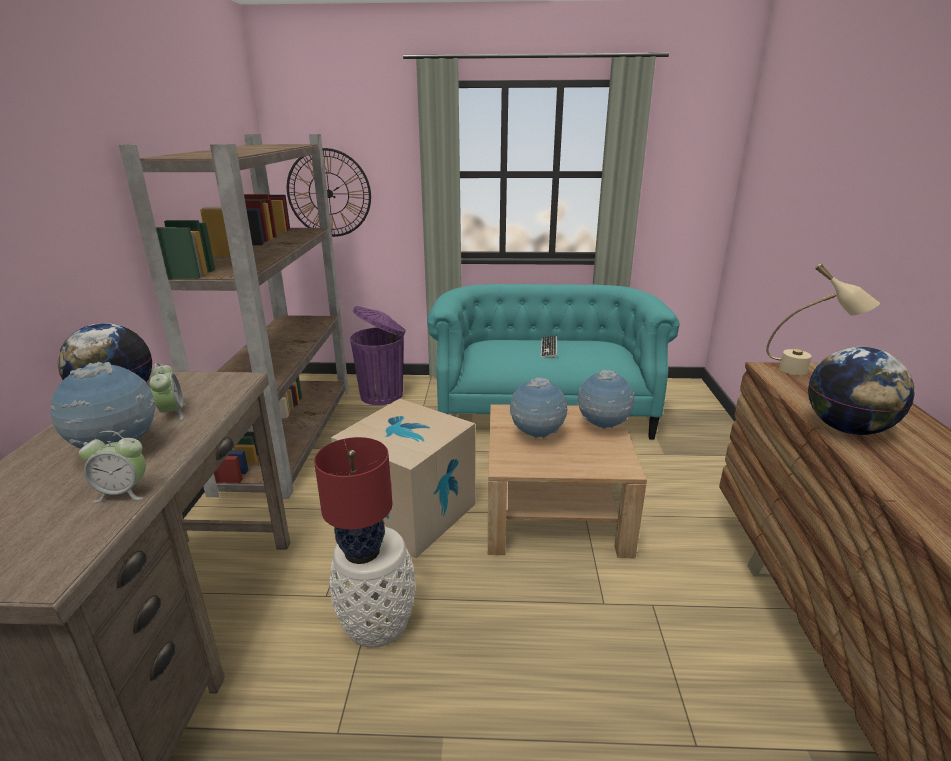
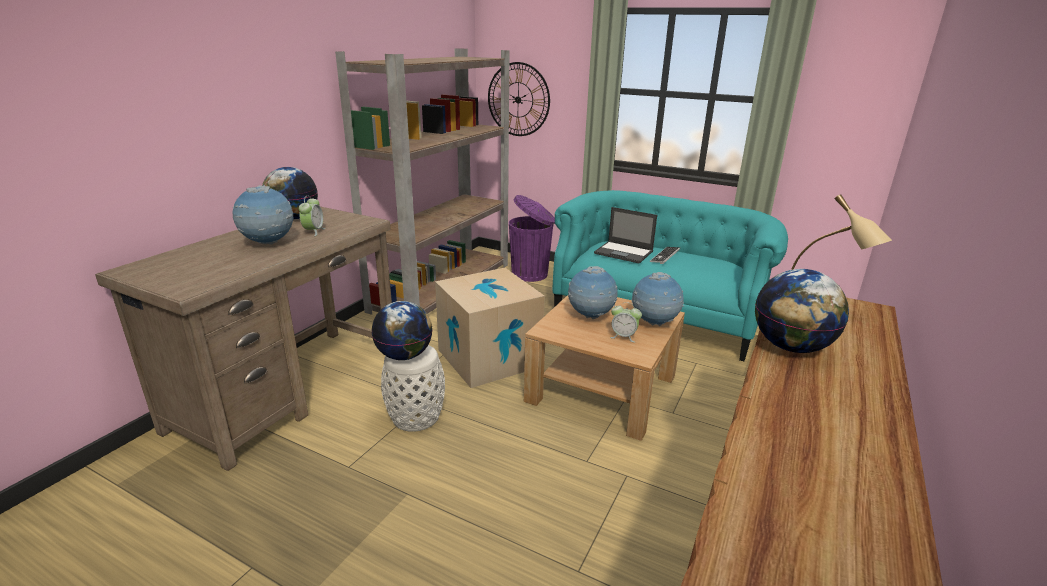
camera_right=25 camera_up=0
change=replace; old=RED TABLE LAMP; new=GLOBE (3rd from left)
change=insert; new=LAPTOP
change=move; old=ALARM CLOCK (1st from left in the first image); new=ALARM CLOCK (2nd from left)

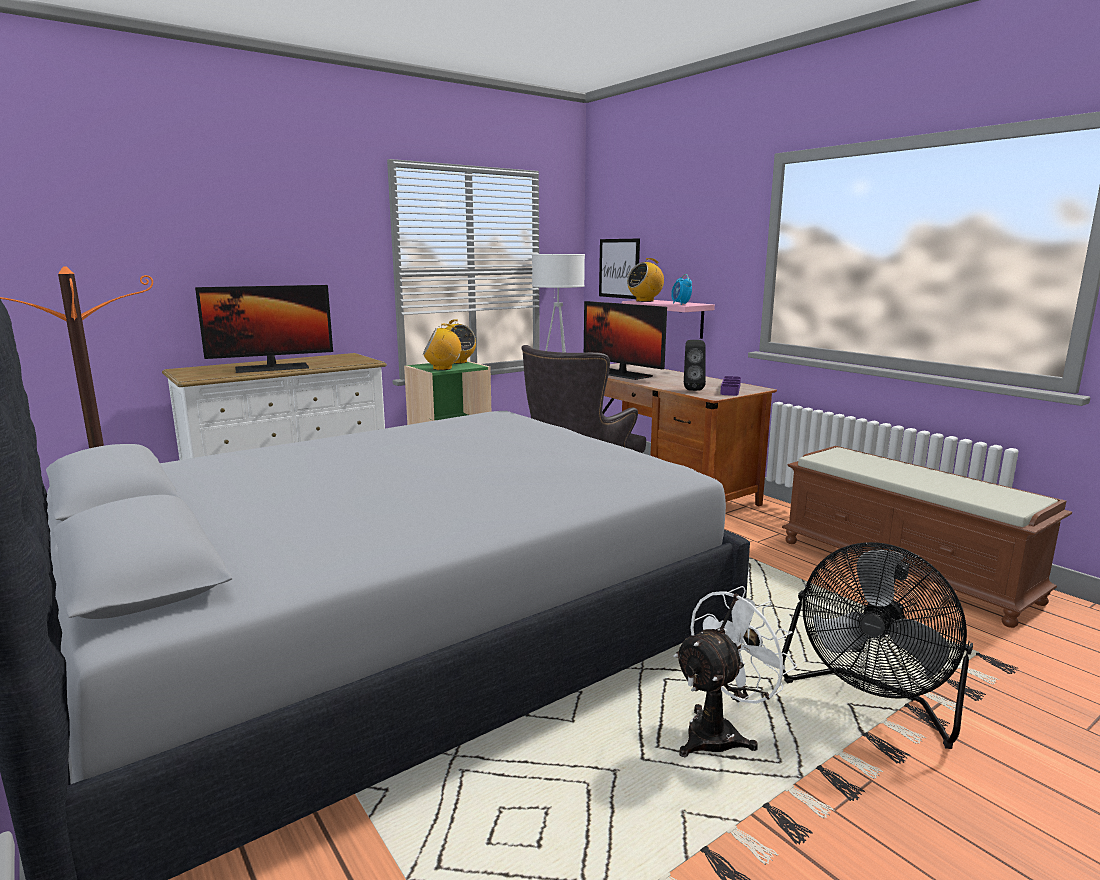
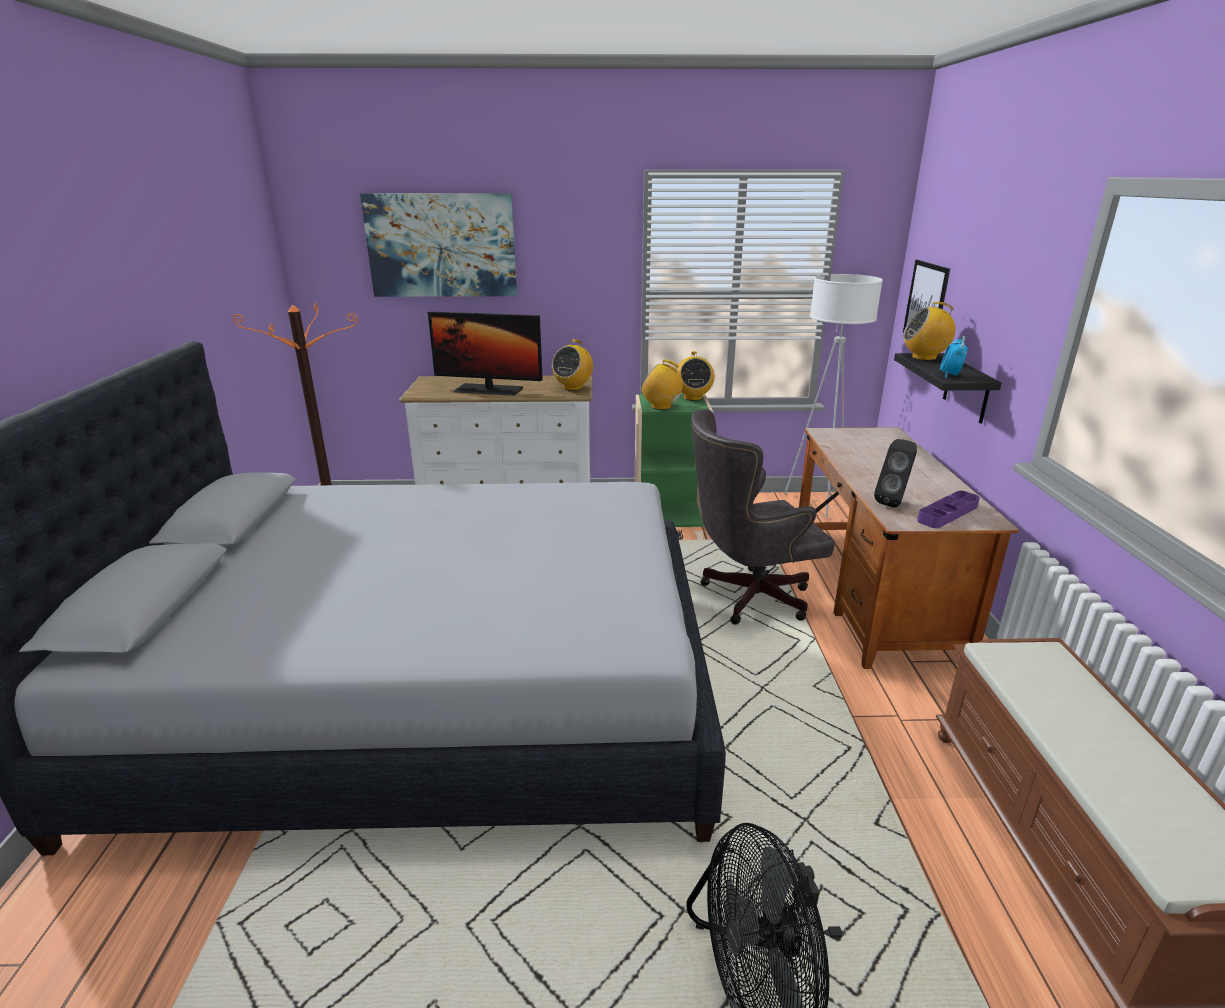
camera_right=35 camera_up=10
change=insert; new=PICTURE (1st from left)
change=insert; new=RADIO (1st from left)
change=recolor; old=PINK SHELF; new=BLACK SHELF
change=delete; old=MONITOR (2nd from left)
change=delete; old=WHITE FAN

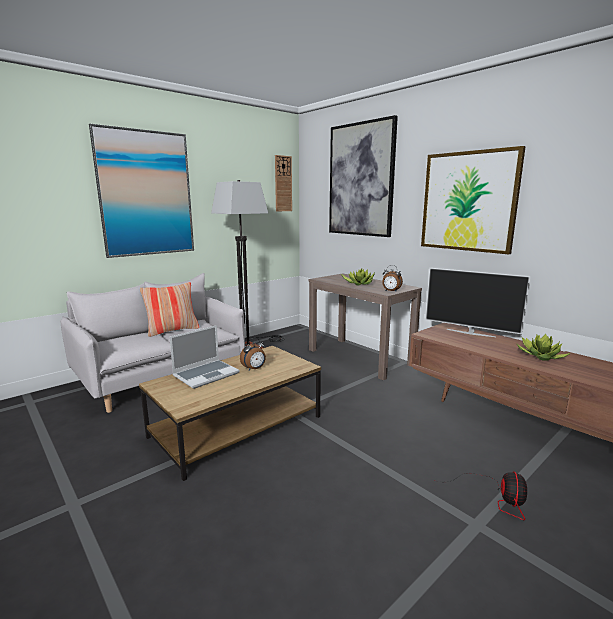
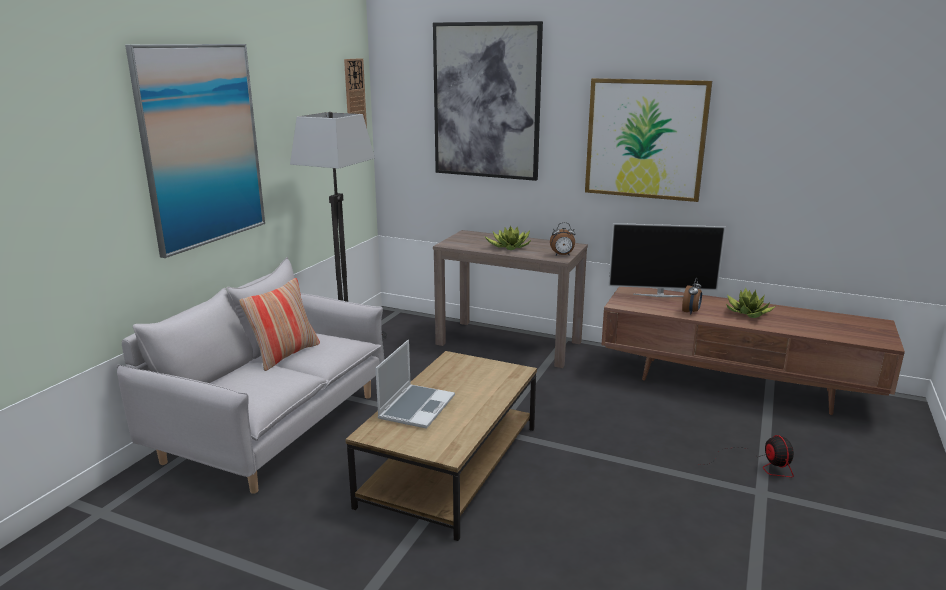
camera_right=-25 camera_up=5
change=move; old=ALARM CLOCK (1st from left in the first image); new=ALARM CLOCK (2nd from left)

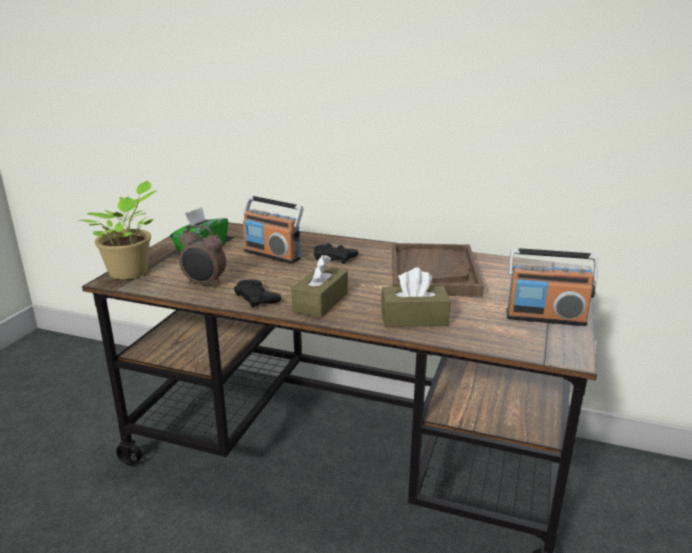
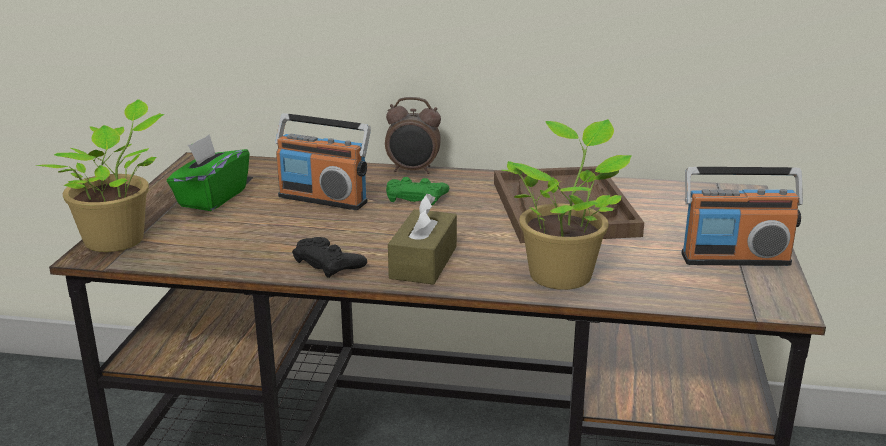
camera_right=-10 camera_up=0
change=move; old=ALARM CLOCK
change=recolor; old=BLACK GAME CONTROLLER (2nd from left); new=GREEN GAME CONTROLLER
change=replace; old=BROWN TISSUE BOX (2nd from left); new=POTTED PLANT (2nd from left)

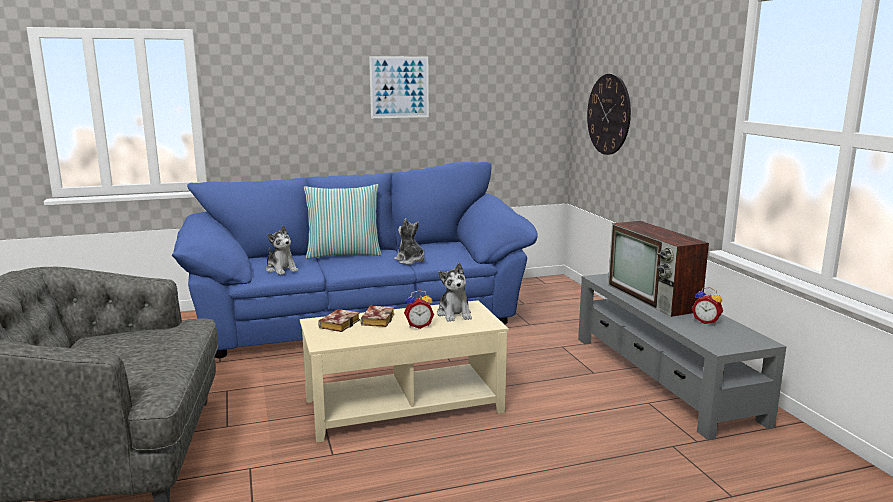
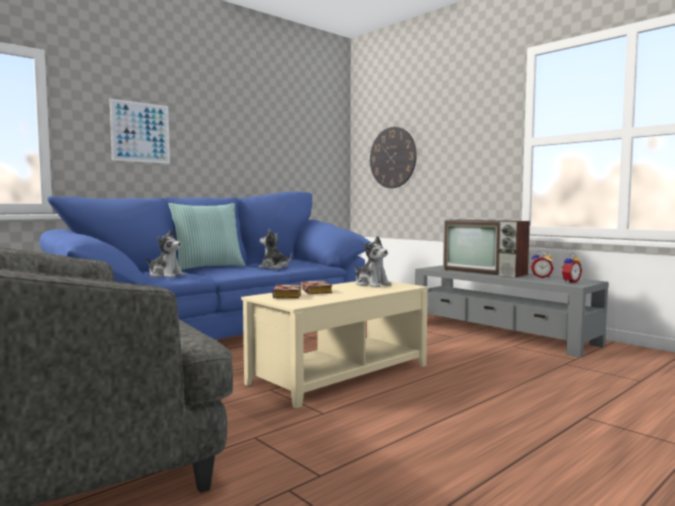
camera_right=-25 camera_up=-10
change=move; old=PICTURE
change=move; old=ALARM CLOCK (1st from left in the first image); new=ALARM CLOCK (2nd from left)

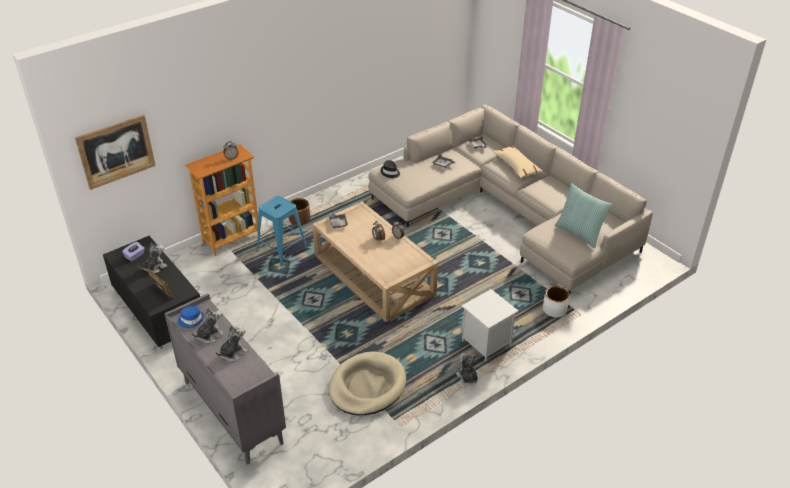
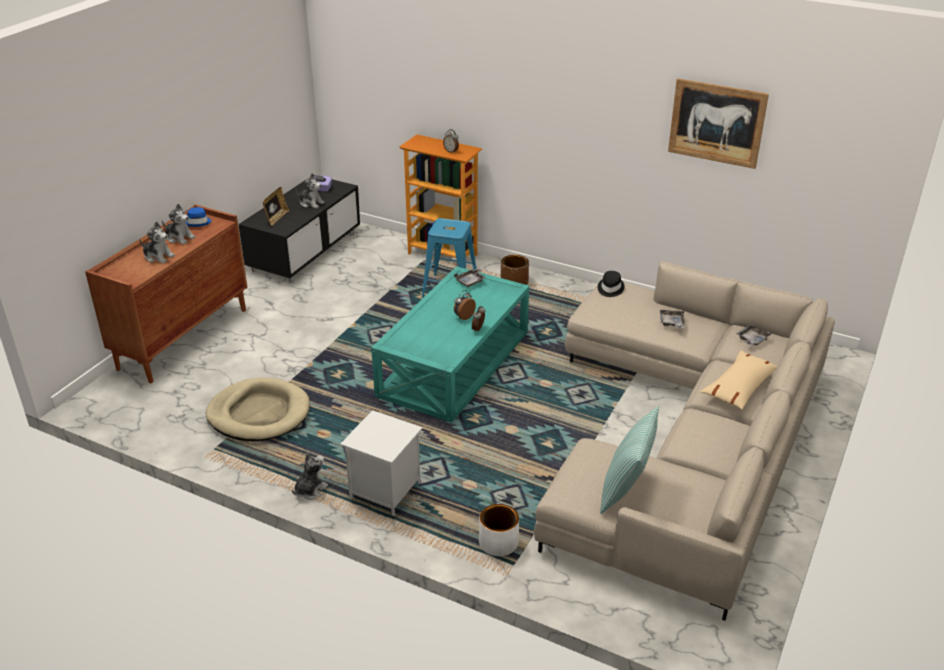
camera_right=65 camera_up=-5
change=recolor; old=GREY CABINET; new=BROWN CABINET
change=recolor; old=BEIGE COFFEE TABLE; new=TURQUOISE COFFEE TABLE
change=move; old=PICTURE

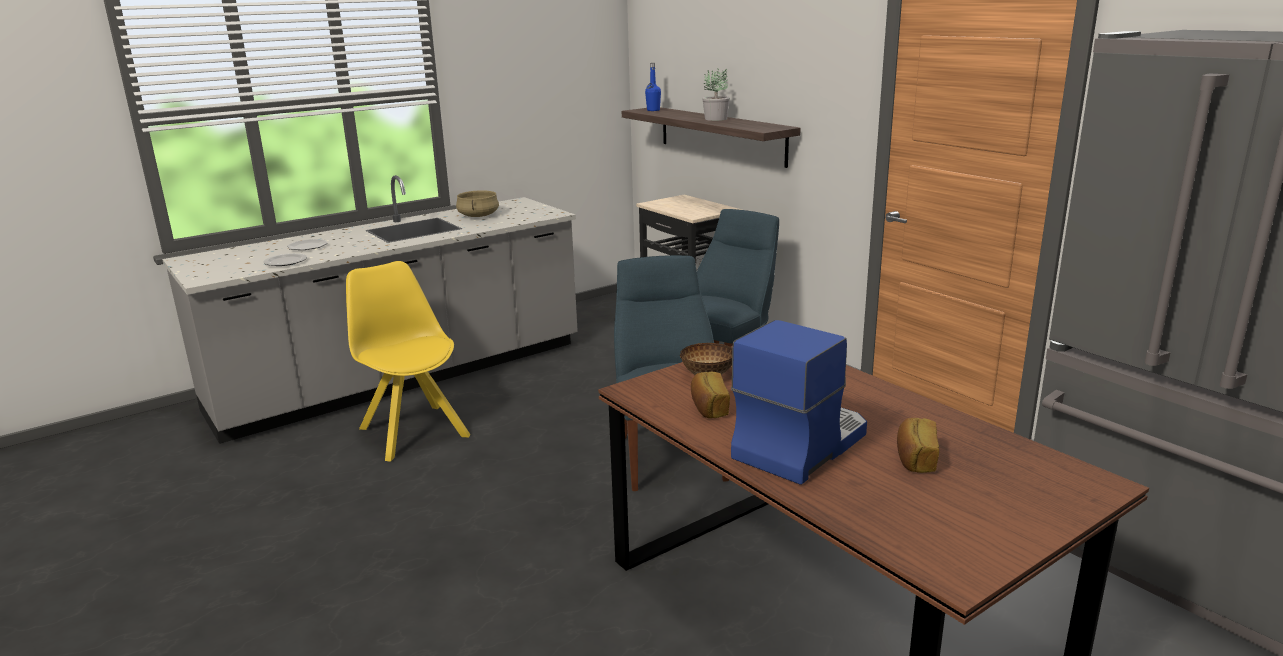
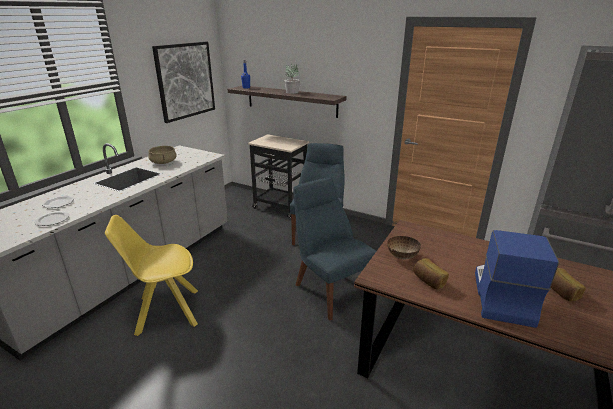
camera_right=-25 camera_up=5
change=rotate; old=YELLOW CHAIR; degrees=-45
change=insert; new=PICTURE

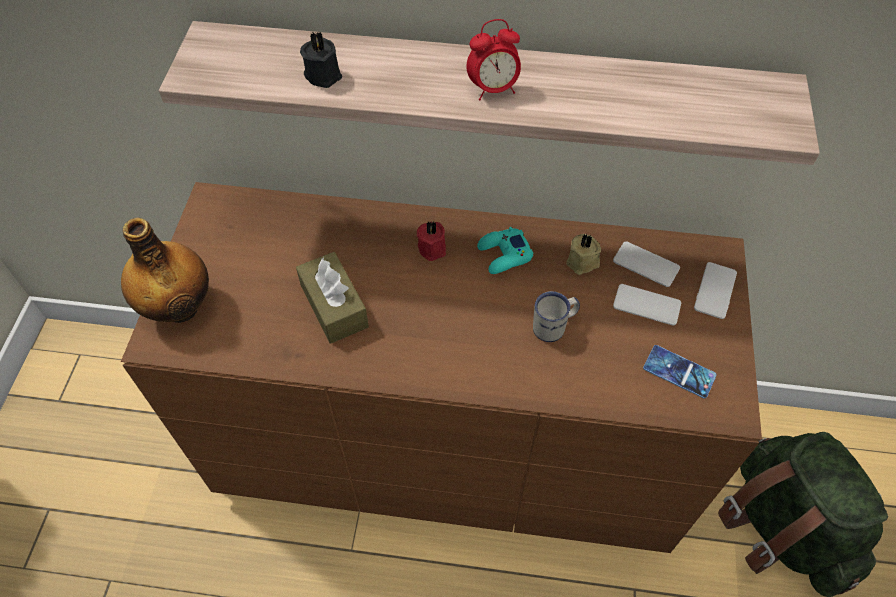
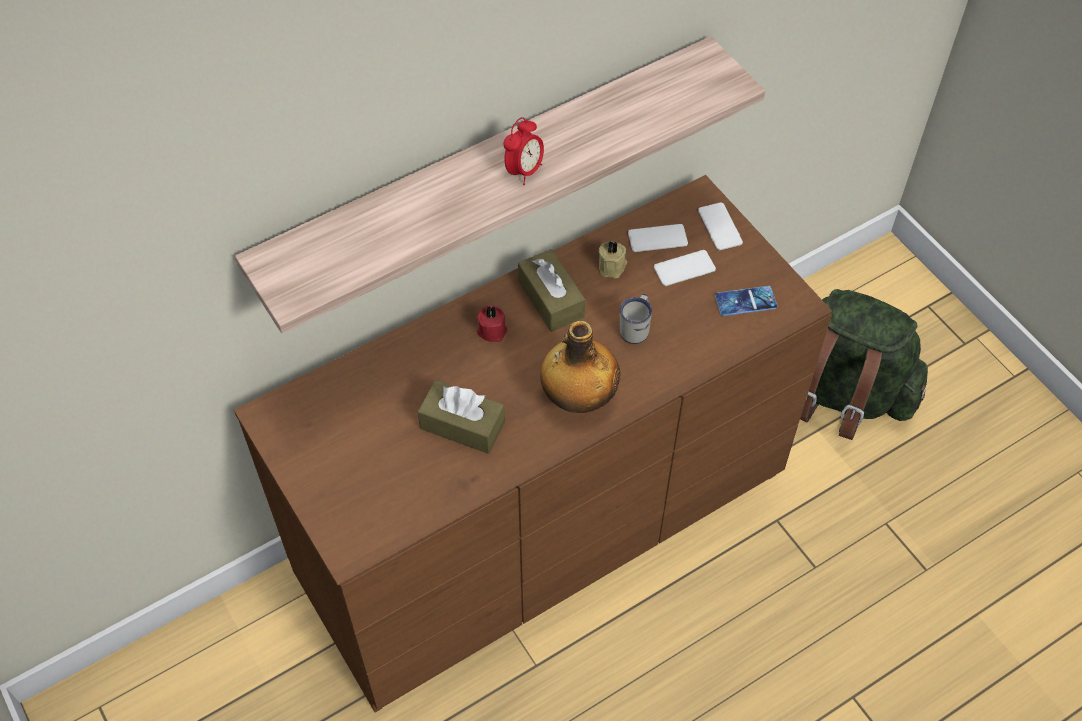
camera_right=-40 camera_up=0
change=replace; old=TURQUOISE GAME CONTROLLER; new=BROWN TISSUE BOX (2nd from left)
change=move; old=BOTTLE
change=delete; old=BLACK CANDLE

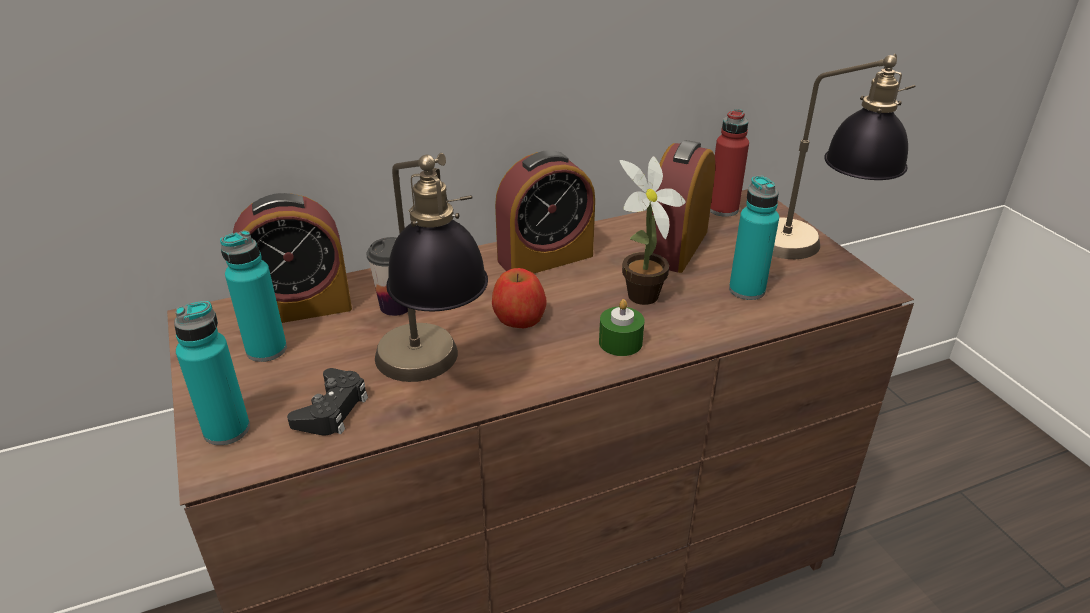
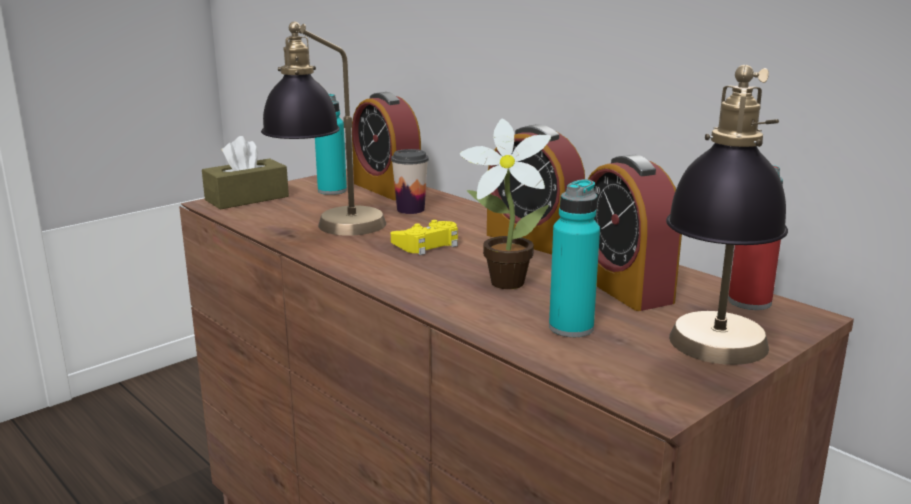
camera_right=70 camera_up=-15
change=replace; old=TURQUOISE BOTTLE (1st from left); new=BROWN TISSUE BOX
change=replace; old=APPLE; new=YELLOW GAME CONTROLLER
change=rotate; old=ALARM CLOCK (3rd from left); degrees=-120
change=delete; old=BLACK GAME CONTROLLER
change=delete; old=GREEN CANDLE

